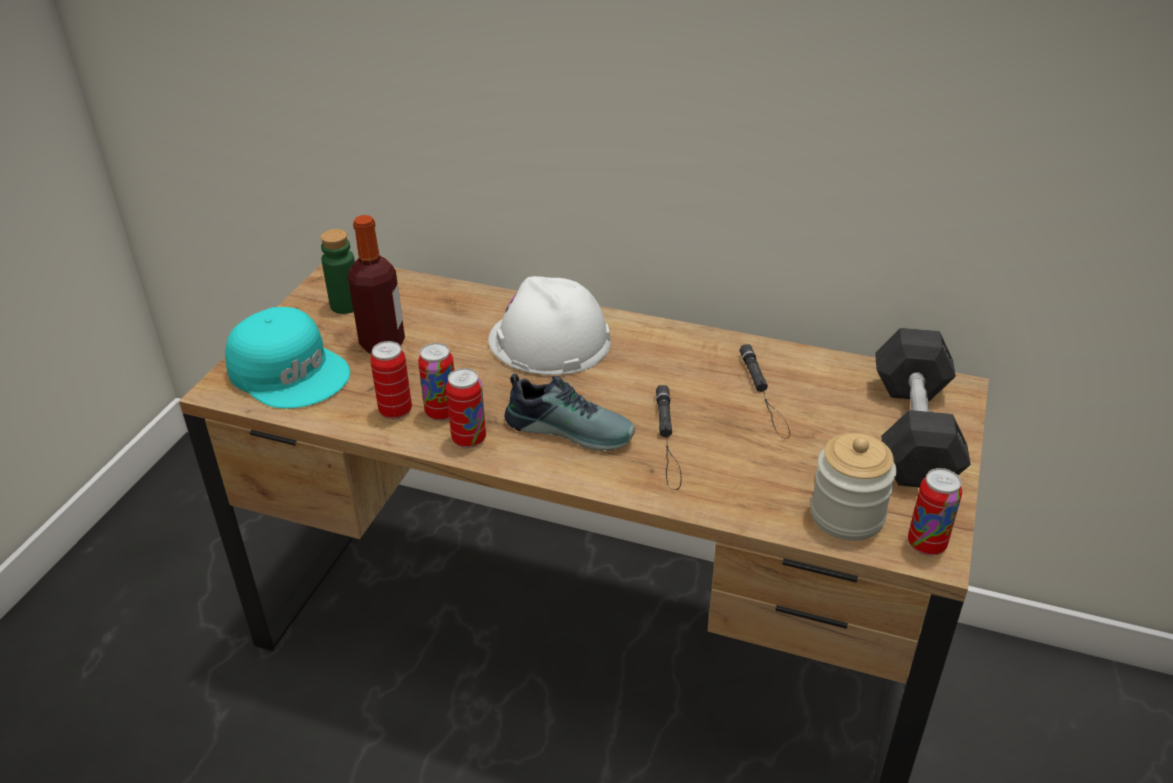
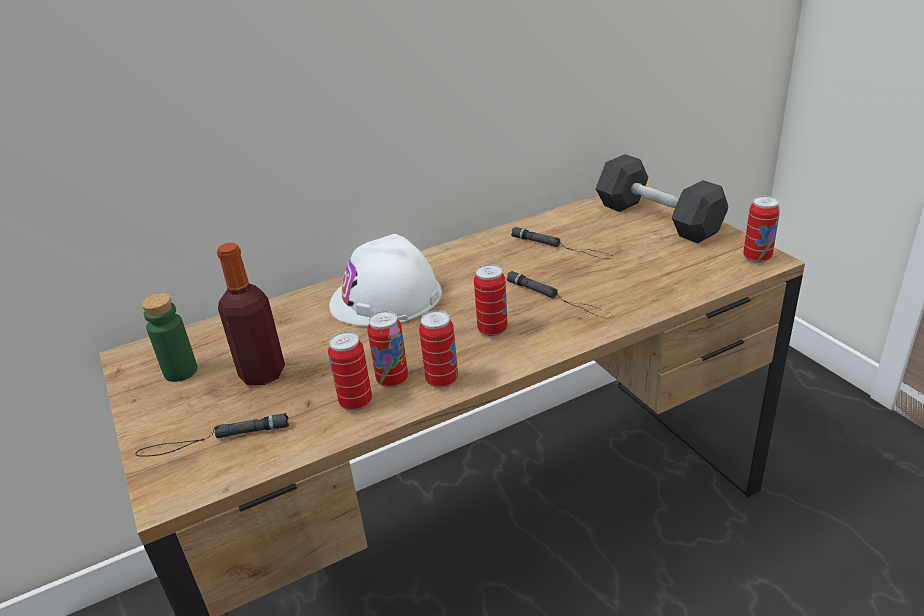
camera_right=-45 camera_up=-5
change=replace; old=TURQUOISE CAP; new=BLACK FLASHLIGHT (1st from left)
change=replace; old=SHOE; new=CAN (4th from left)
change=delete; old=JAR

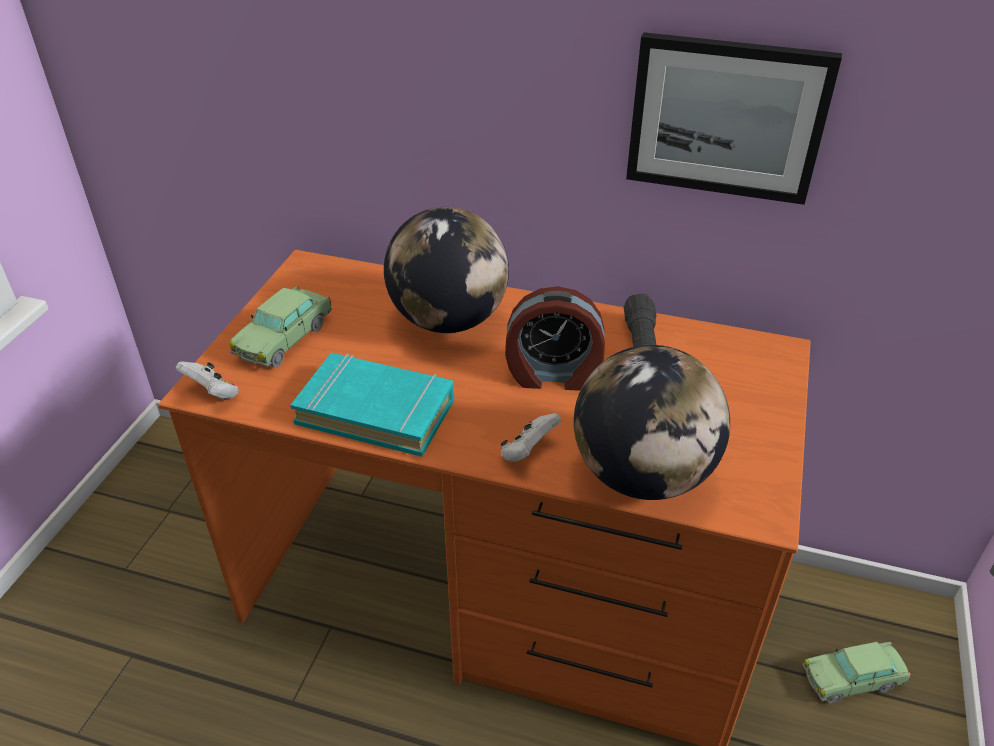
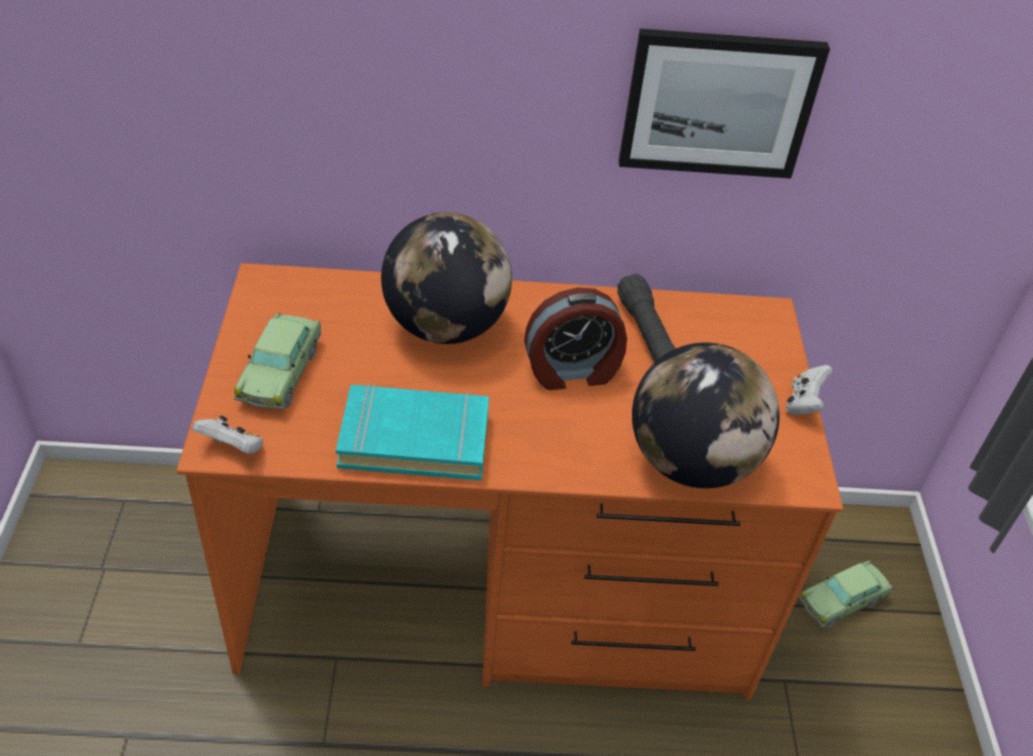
camera_right=-20 camera_up=5
change=move; old=WHITE GAME CONTROLLER (2nd from left)

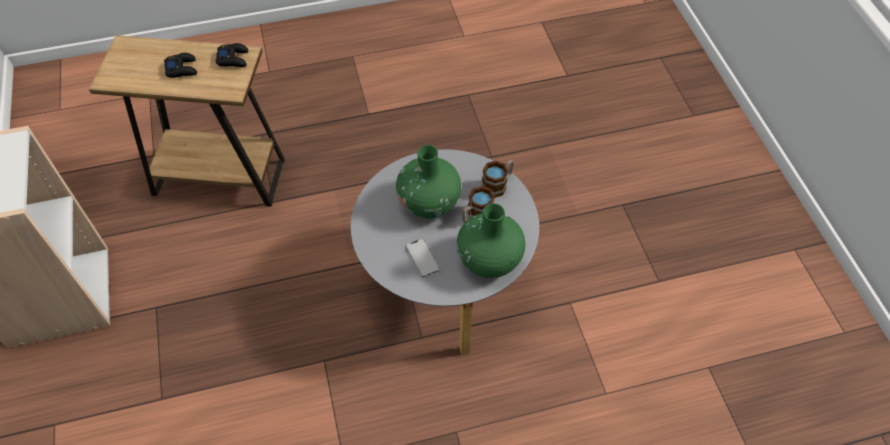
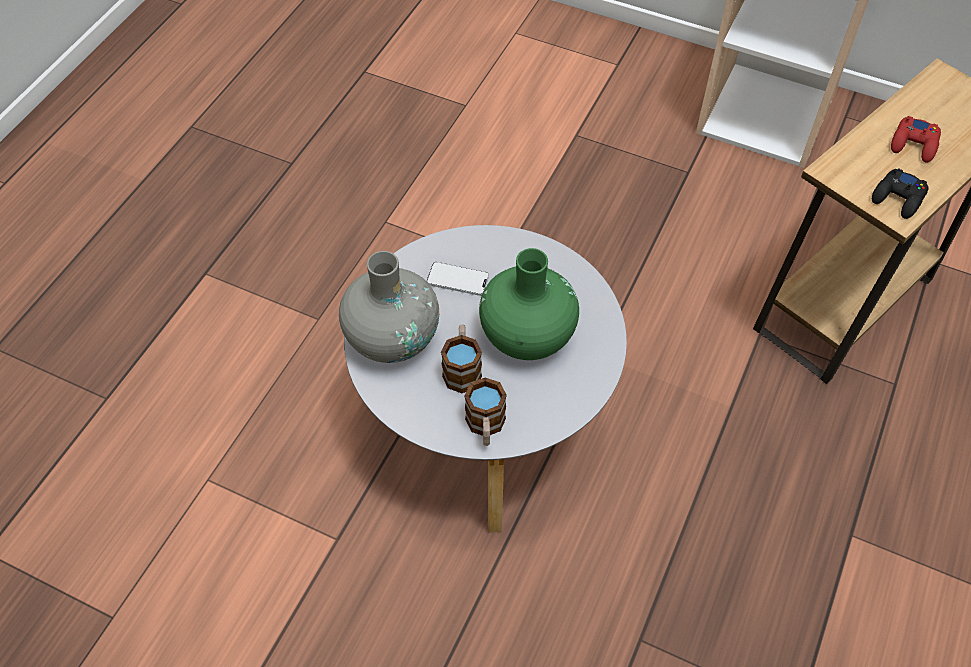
camera_right=130 camera_up=0
change=recolor; old=GREEN VASE (2nd from left); new=GREY VASE
change=recolor; old=BLACK GAME CONTROLLER (1st from left); new=RED GAME CONTROLLER

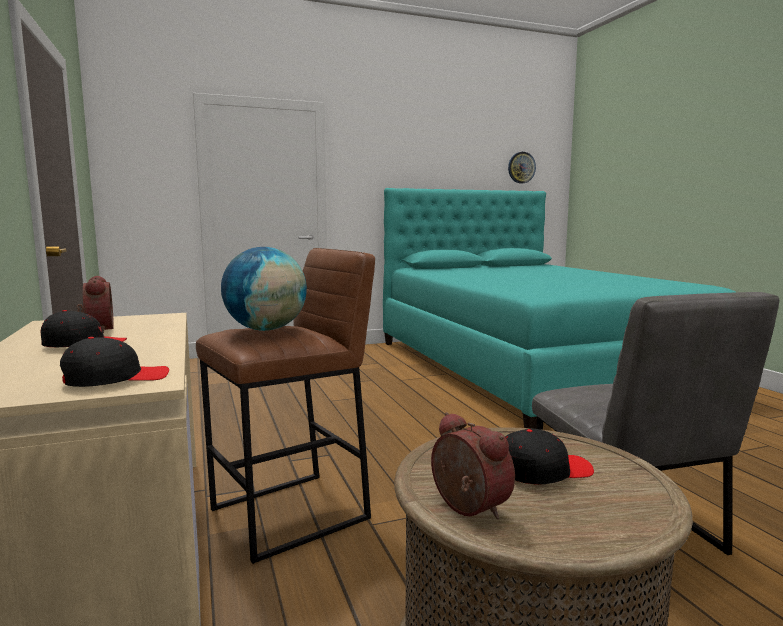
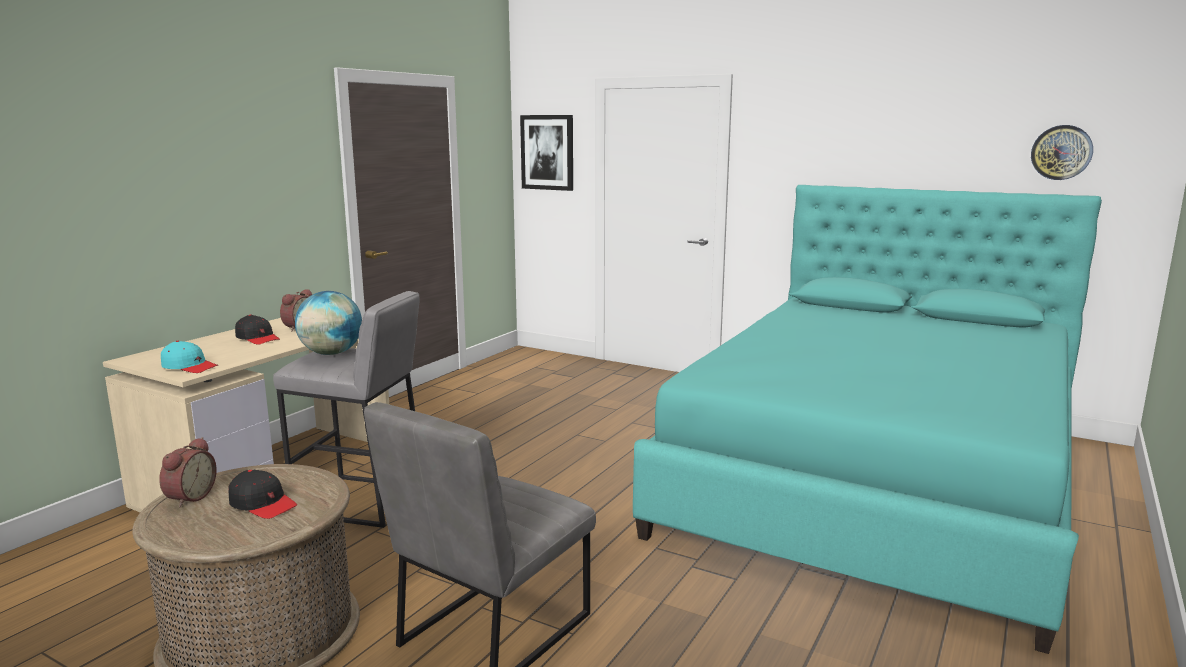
camera_right=50 camera_up=5
change=recolor; old=BLACK CAP (2nd from left); new=TURQUOISE CAP
change=recolor; old=BROWN STOOL; new=GREY STOOL
change=insert; new=PICTURE

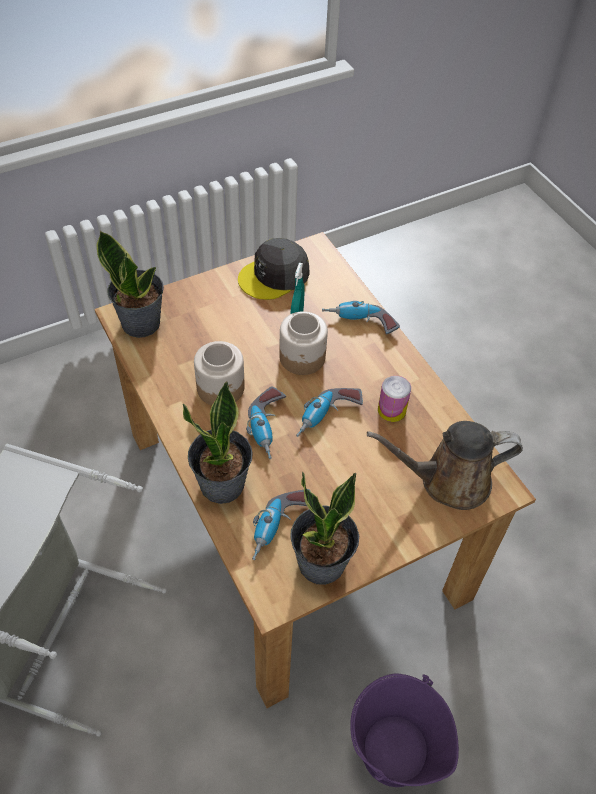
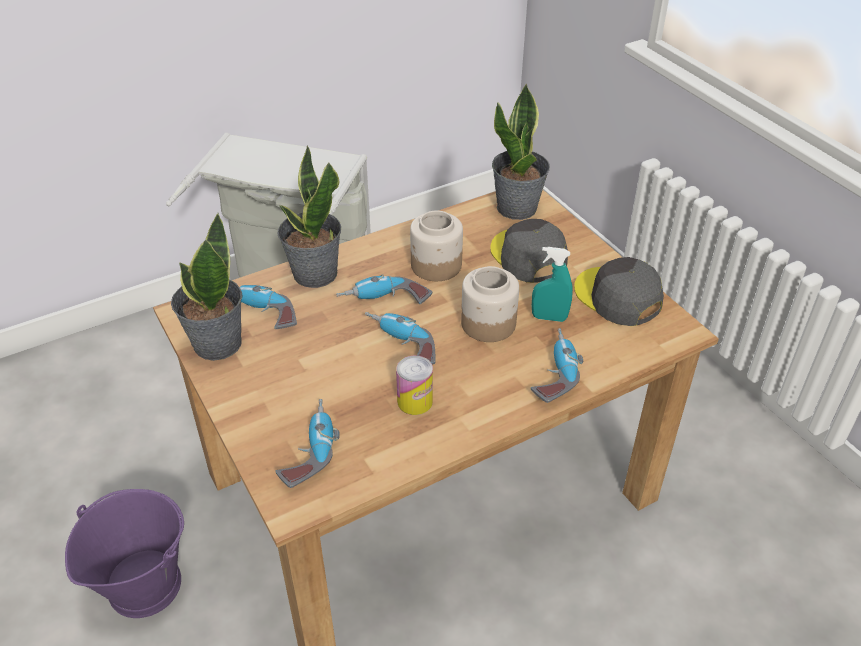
camera_right=90 camera_up=-10
change=replace; old=BROWN WATERING CAN; new=POWER DRILL (2nd from left)
change=insert; new=GREY CAP (1st from left)

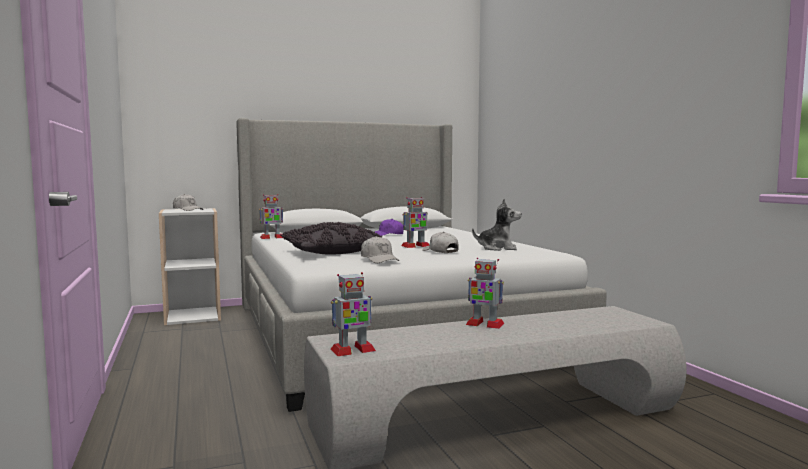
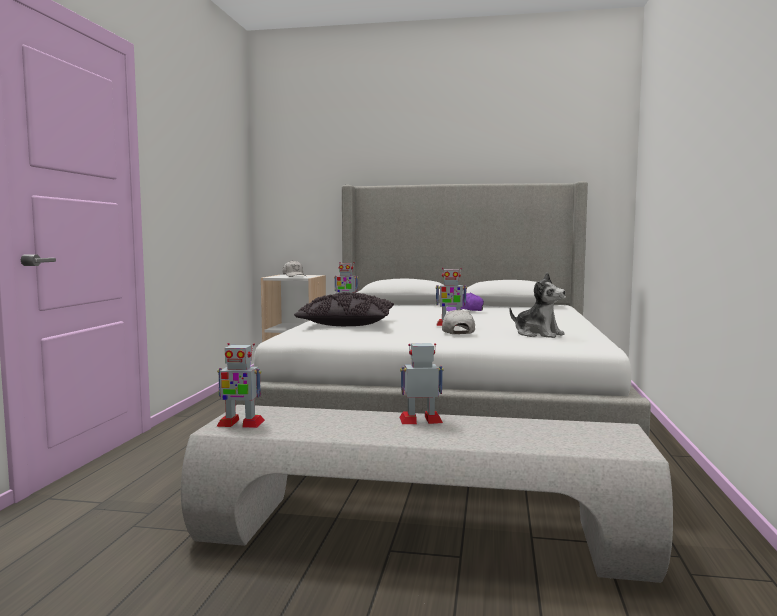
camera_right=30 camera_up=0
change=rotate; old=TOY ROBOT (4th from left in the first image); degrees=120
change=delete; old=WHITE CAP (2nd from left)

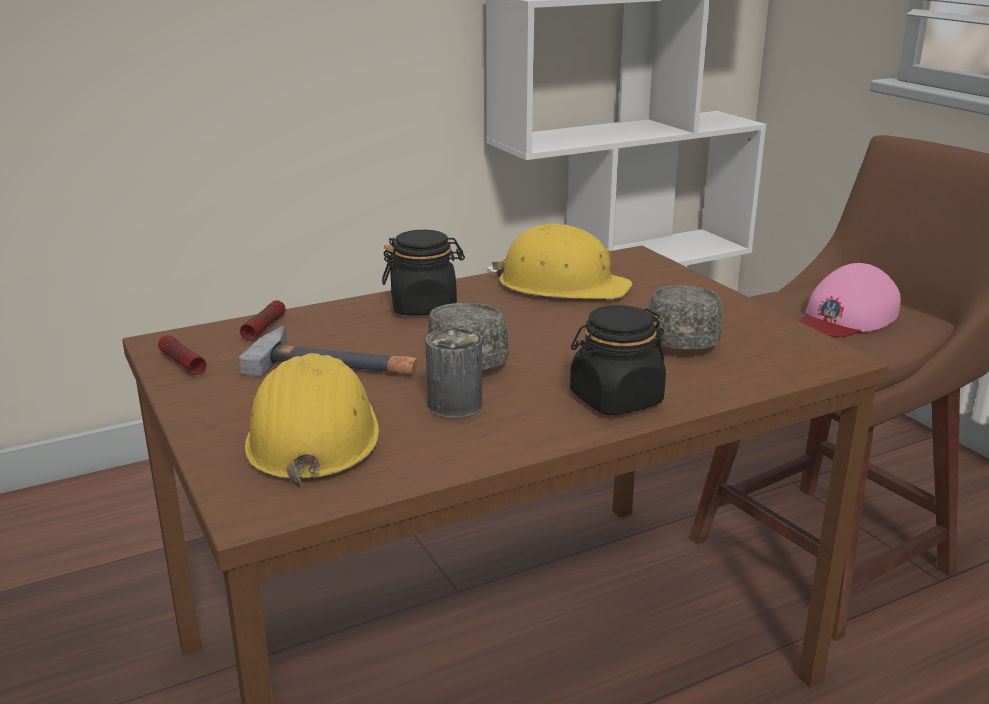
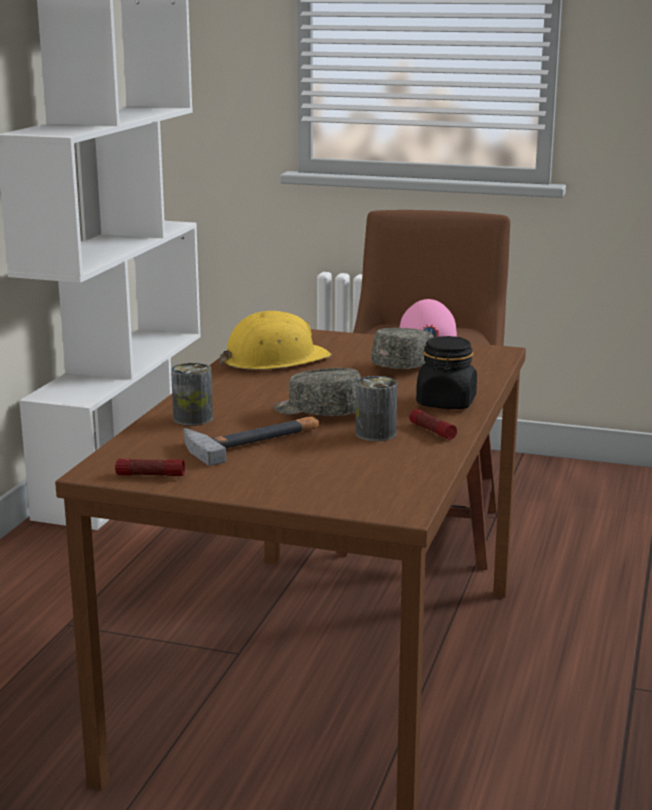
camera_right=-45 camera_up=-5
change=insert; new=CAN (1st from left)
change=rotate; old=GREY CAP (2nd from left); degrees=75
change=move; old=FLASHLIGHT (2nd from left)
change=delete; old=YELLOW HARD HAT (1st from left)
change=delete; old=BLACK JAR (1st from left)

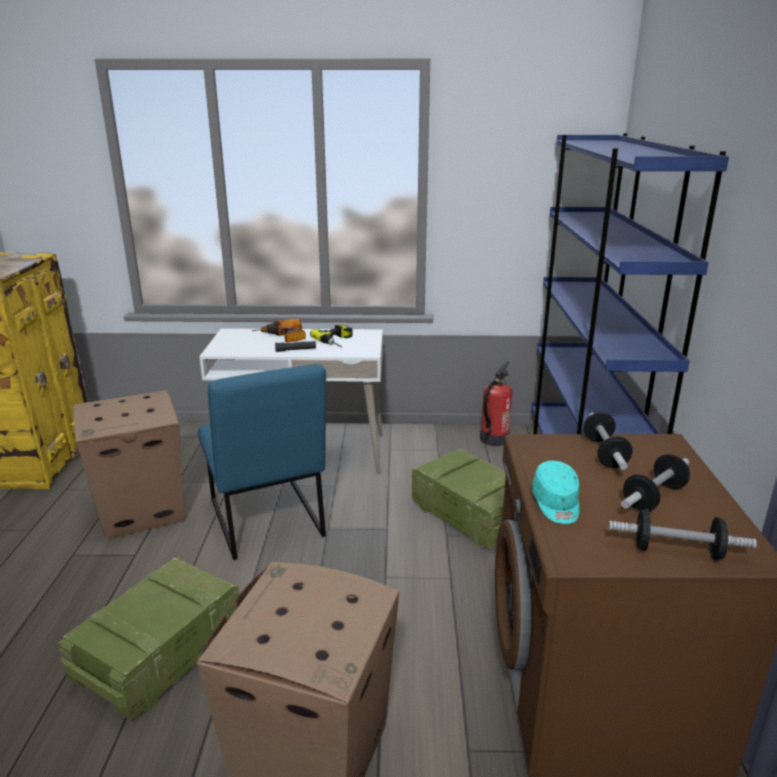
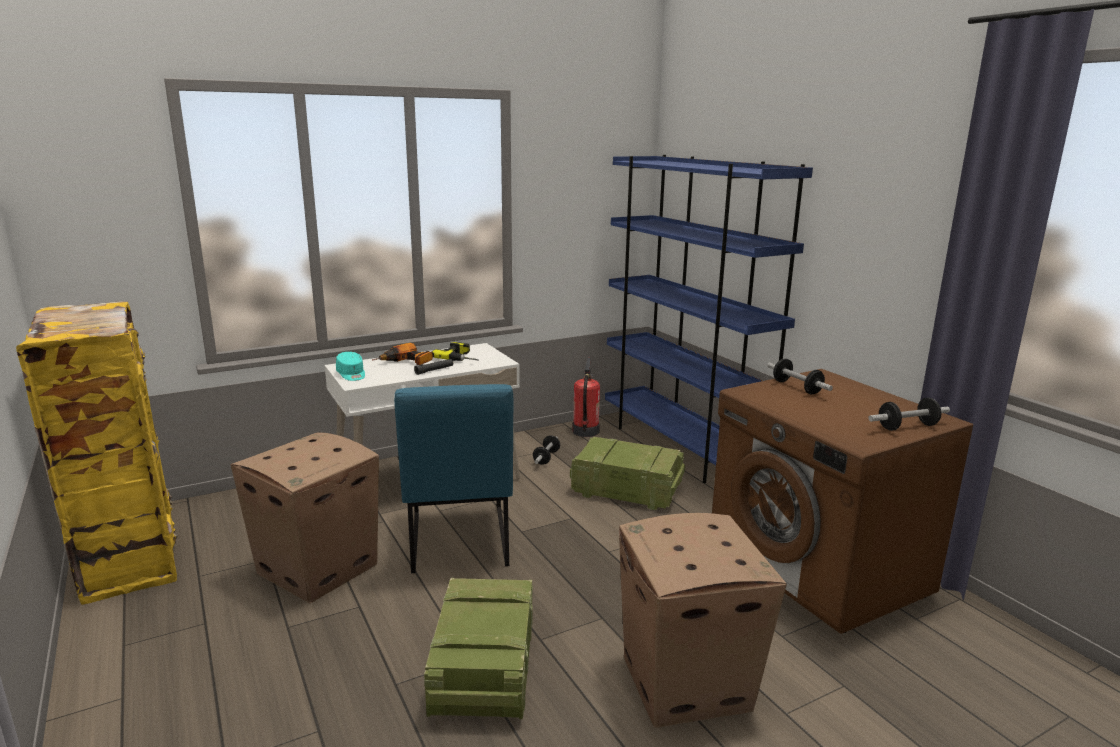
camera_right=-30 camera_up=-5
change=move; old=TURQUOISE CAP
change=rotate; old=BLUE CHAIR; degrees=45
change=move; old=DUMBBELL (2nd from left in the first image); new=DUMBBELL (1st from left)

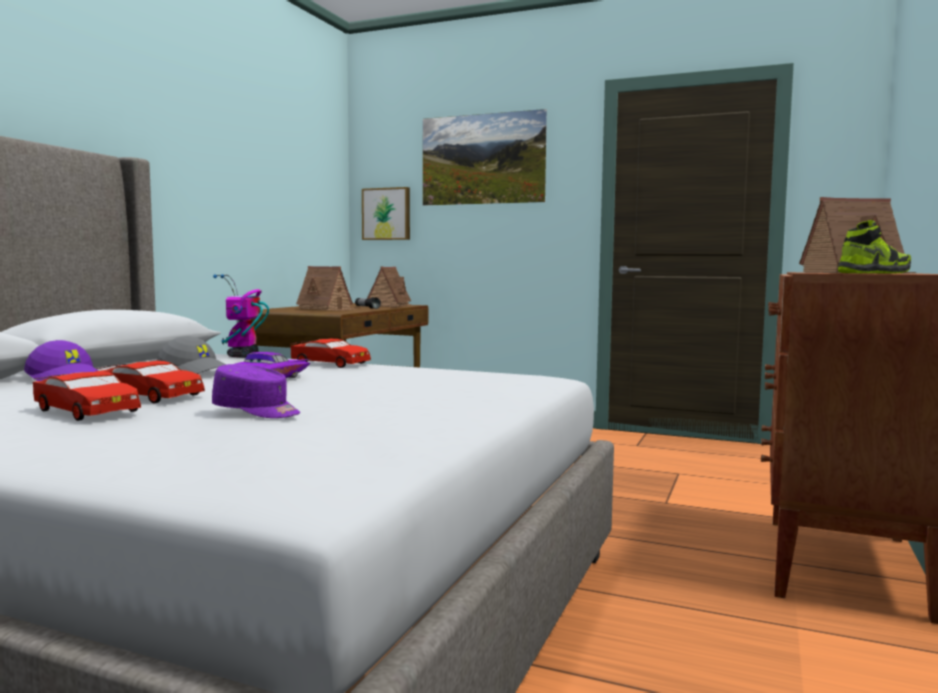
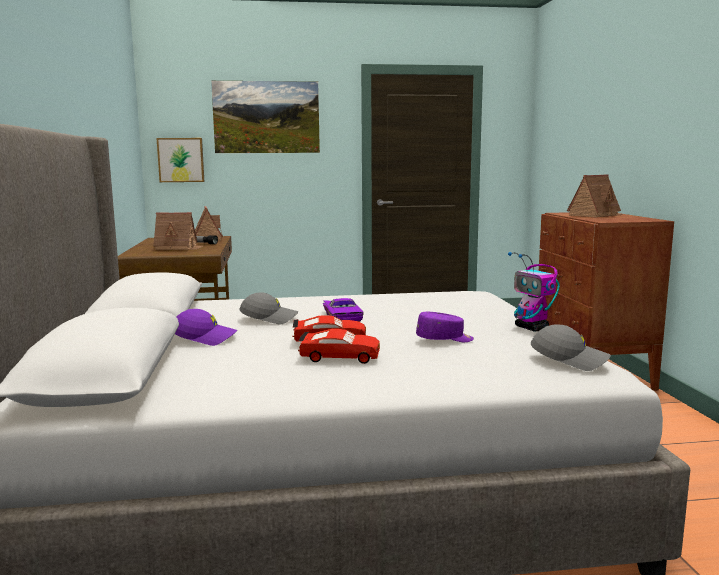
camera_right=-30 camera_up=5
change=move; old=TOY ROBOT
change=insert; new=GREY CAP (2nd from left)
change=delete; old=RED TOY CAR (3rd from left)
change=delete; old=SHOE

